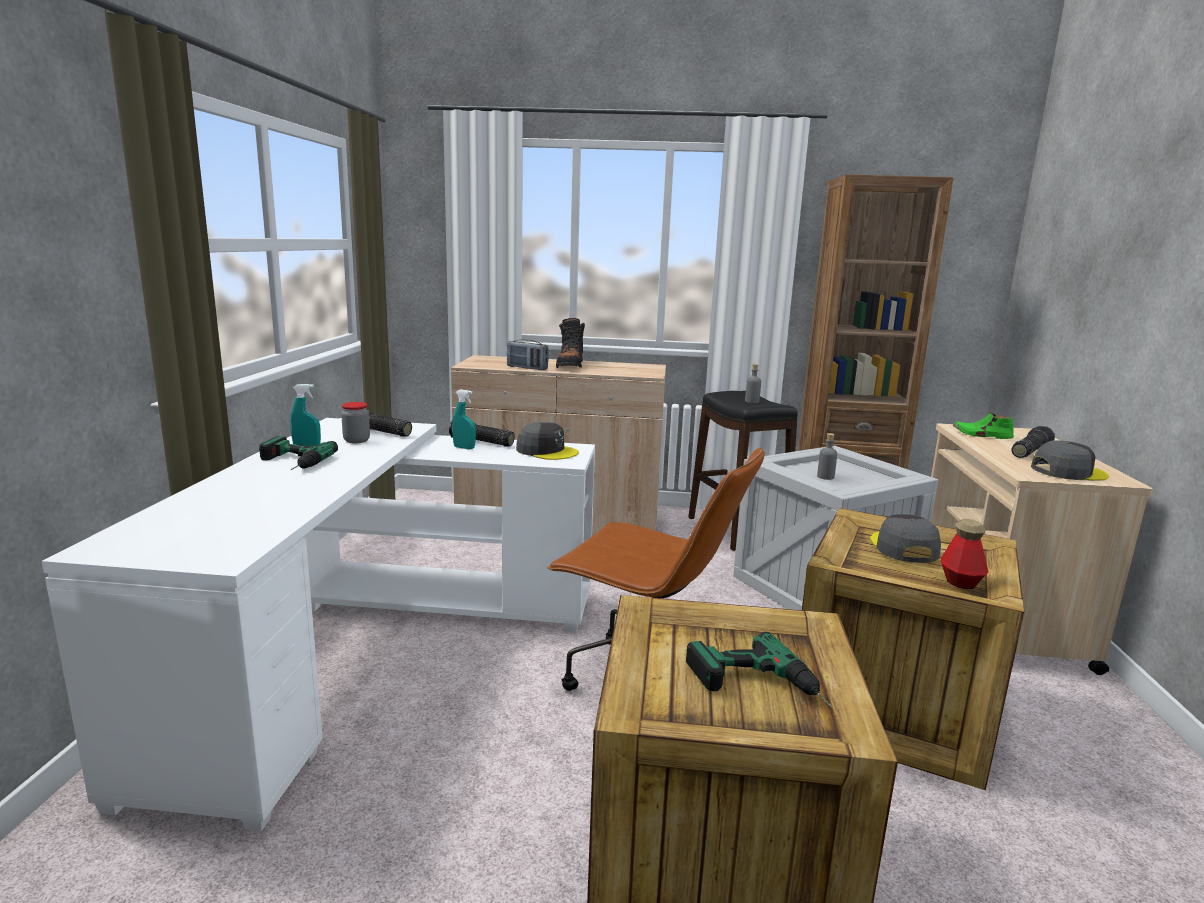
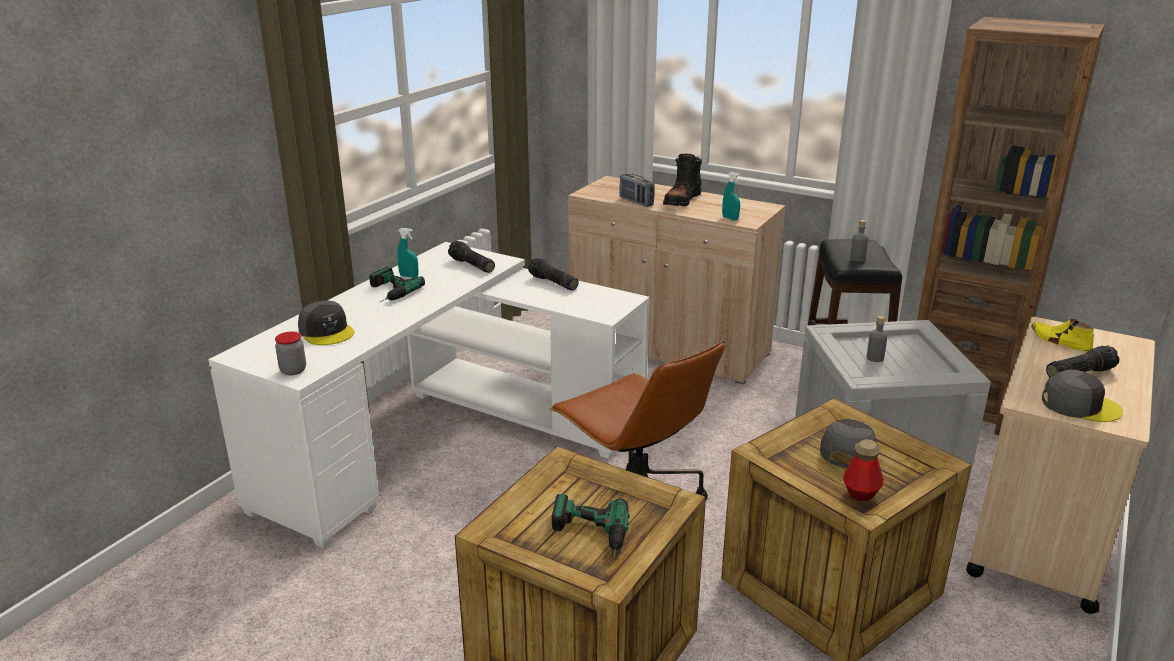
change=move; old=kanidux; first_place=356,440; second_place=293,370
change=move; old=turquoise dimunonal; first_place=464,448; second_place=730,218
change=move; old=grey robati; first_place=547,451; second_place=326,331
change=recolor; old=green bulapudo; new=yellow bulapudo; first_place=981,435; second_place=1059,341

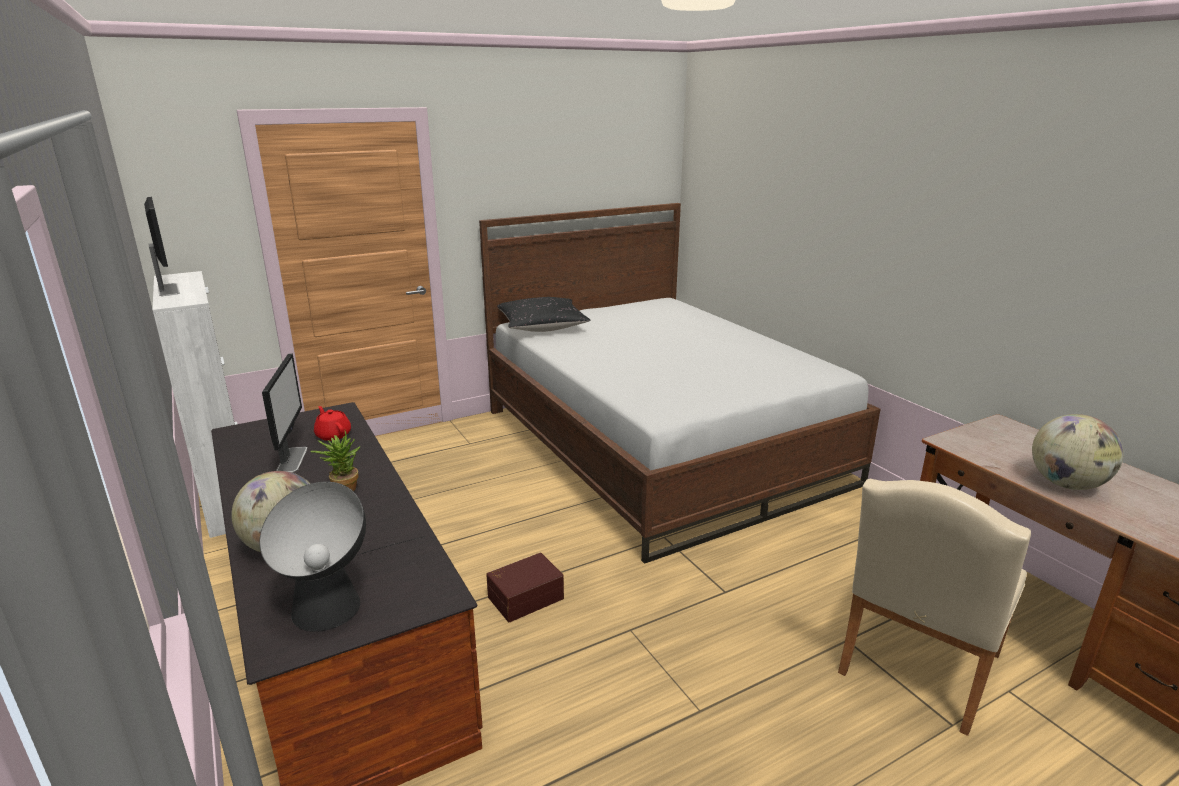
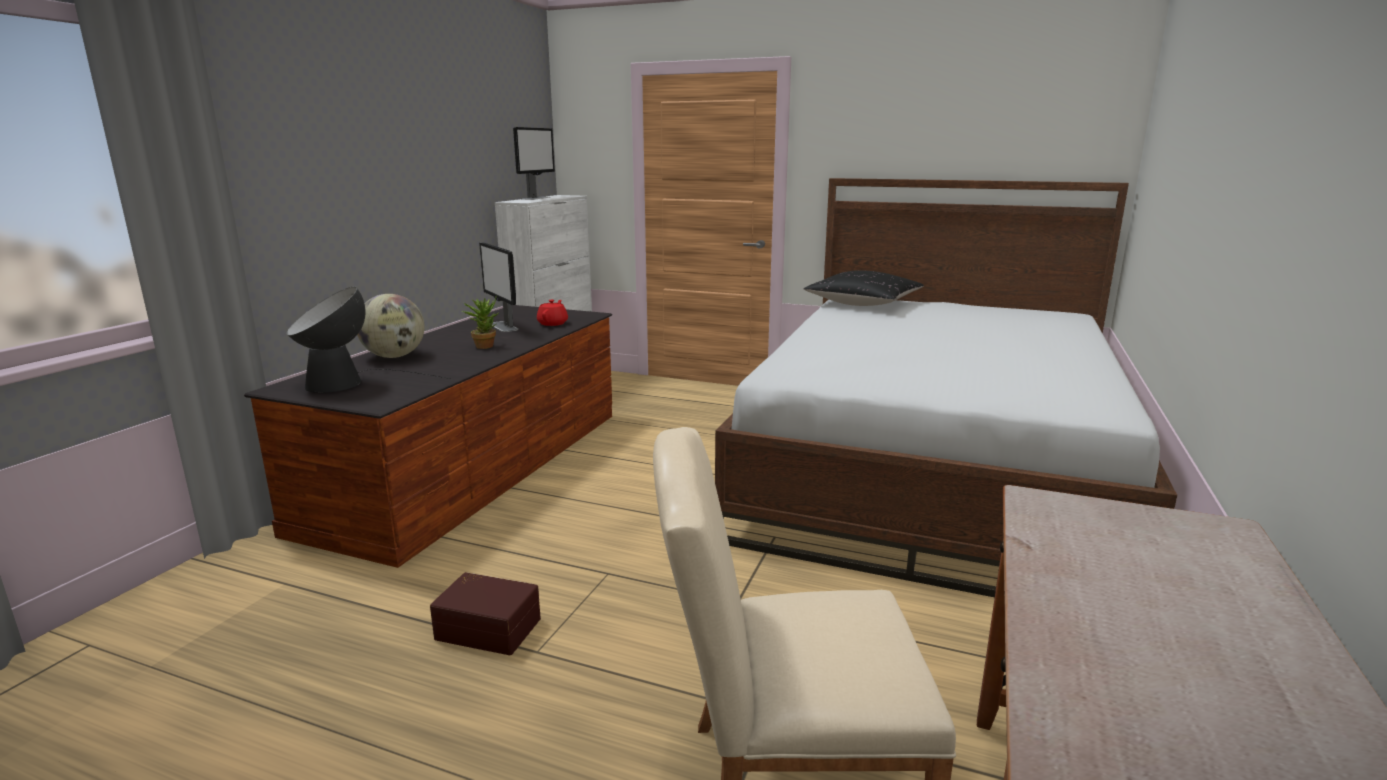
change=delete; old=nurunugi; first_place=1066,484
change=move; old=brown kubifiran; first_place=524,597; second_place=489,627
change=rotate; old=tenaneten; first_place=292,459; second_place=503,326; degrees=105

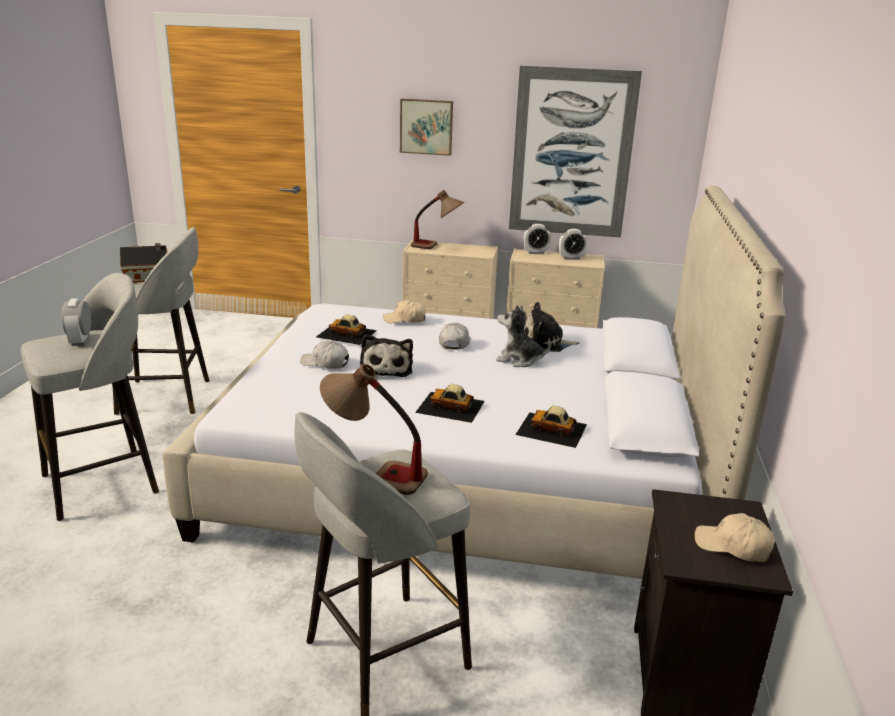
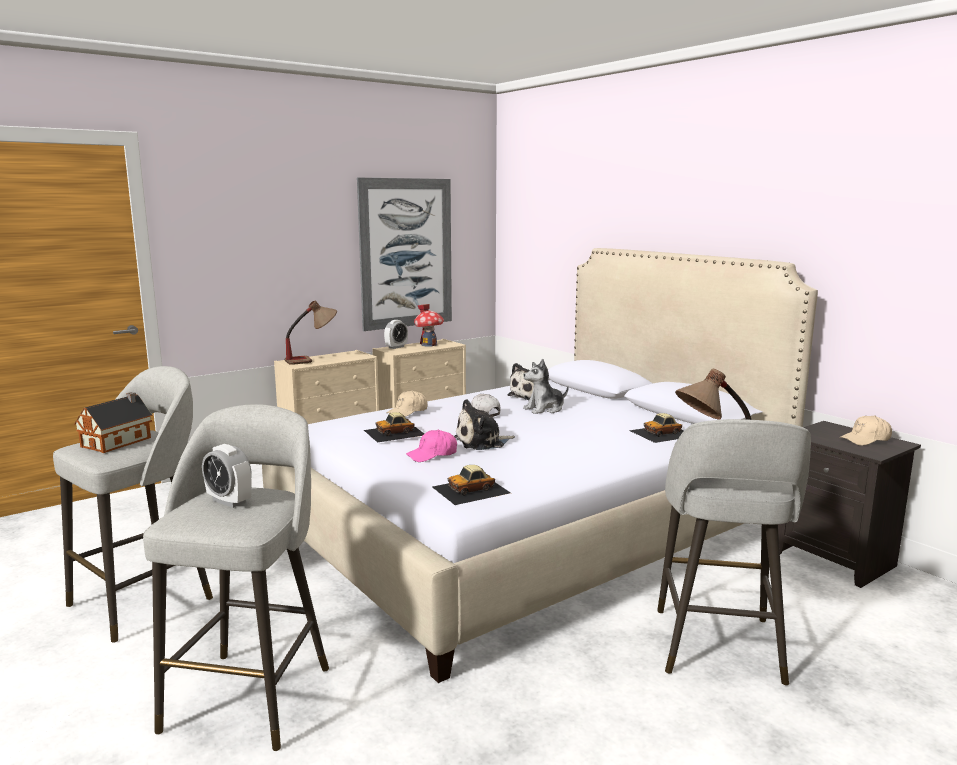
change=delete; old=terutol; first_place=426,126
change=move; old=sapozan; first_place=450,406; second_place=471,490
change=replace; old=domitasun; new=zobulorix; first_place=571,258; second_place=429,344
change=recolor; old=white robati; new=pink robati; first_place=325,363; second_place=432,455
change=rotate; old=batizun; first_place=386,368; second_place=482,442; degrees=120

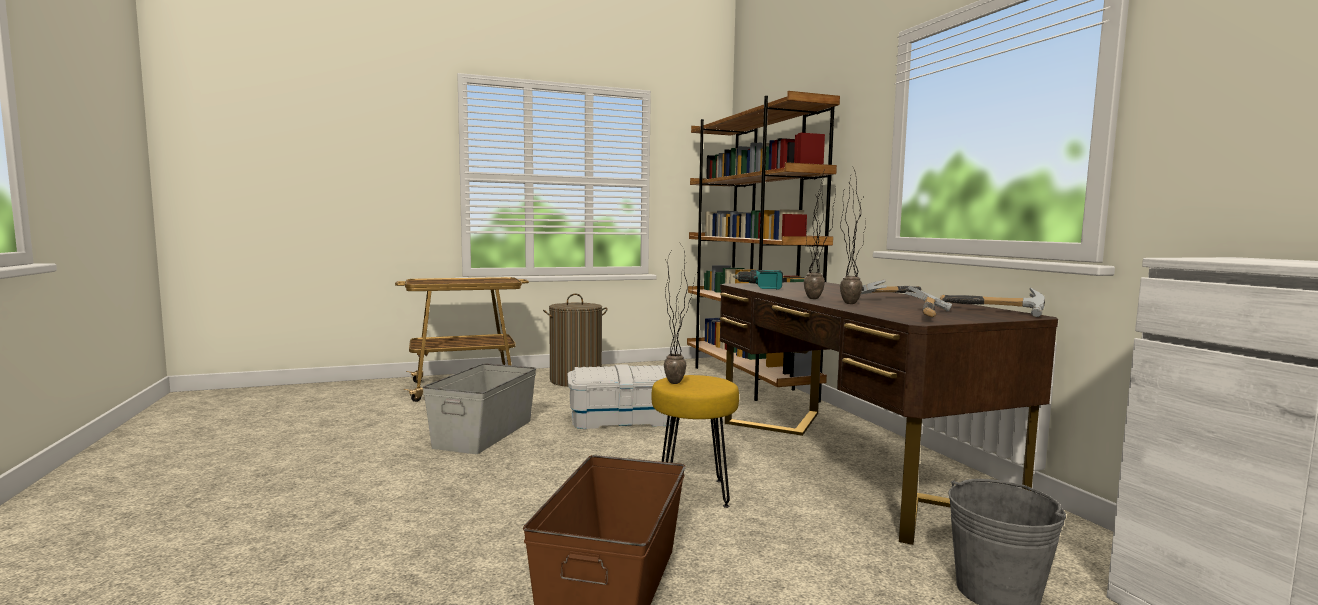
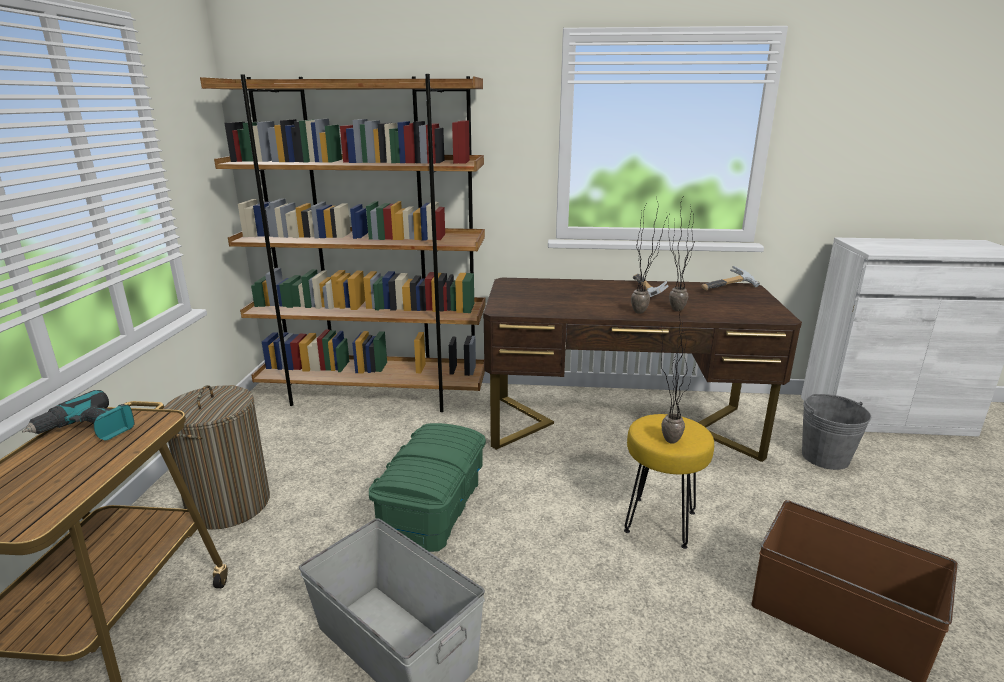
change=delete; old=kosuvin; first_place=932,315
change=move; old=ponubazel; first_place=761,287; second_place=87,430
change=recolor; old=white kubifiran; new=green kubifiran; first_place=622,419; second_place=432,508

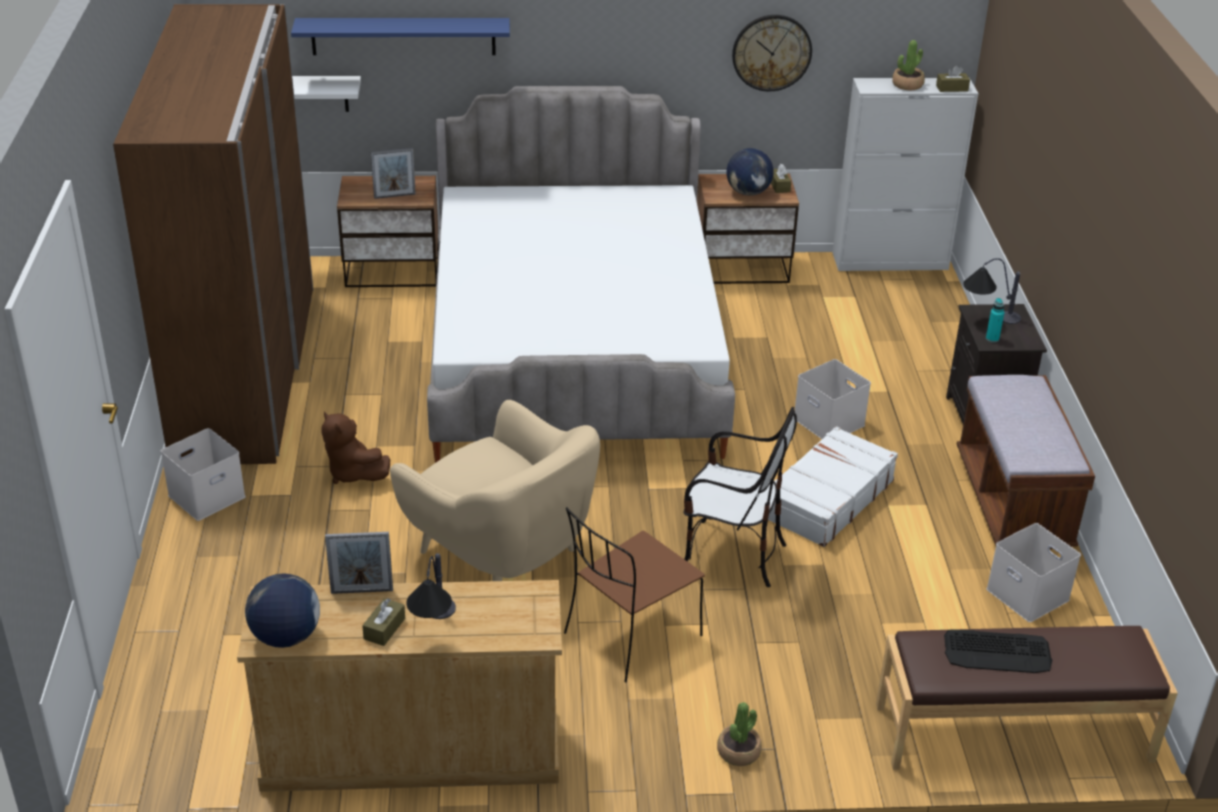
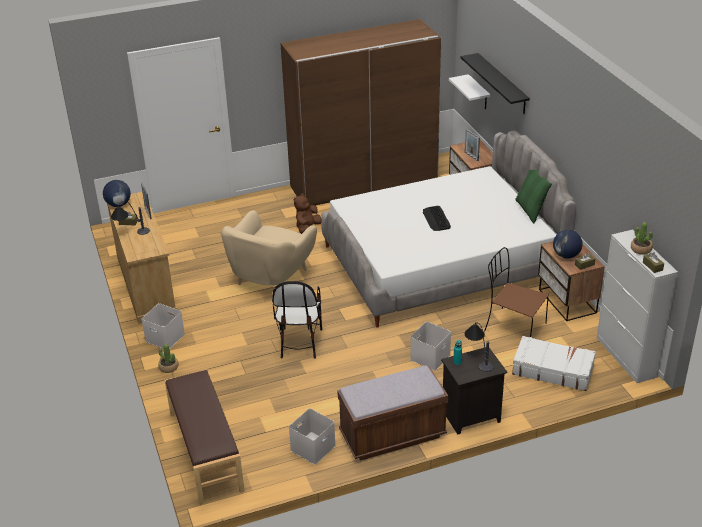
change=delete; old=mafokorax; first_place=771,52
change=insert; new=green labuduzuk; second_place=530,210
change=move; old=white kubifiran; first_place=207,495; second_place=166,337
change=move; old=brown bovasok; first_place=630,636; second_place=513,327
change=move; old=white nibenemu; first_place=826,499; second_place=552,370
change=move; old=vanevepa; first_place=997,652; second_place=436,219
change=recolor; old=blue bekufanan; new=black bekufanan; first_place=403,36; second_place=502,84

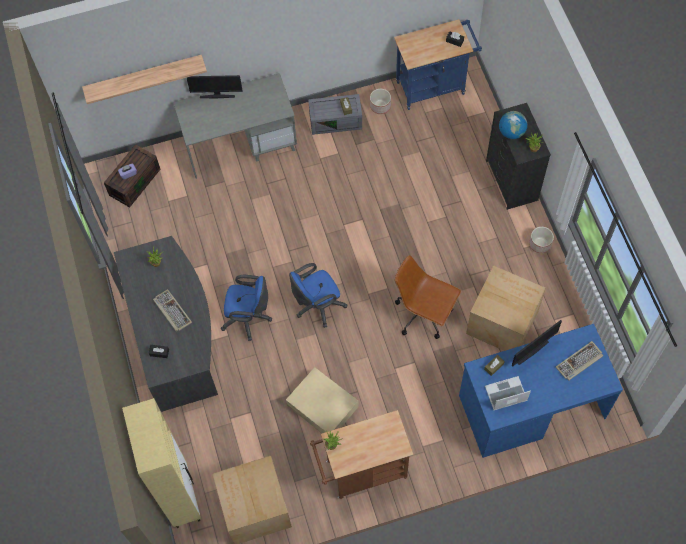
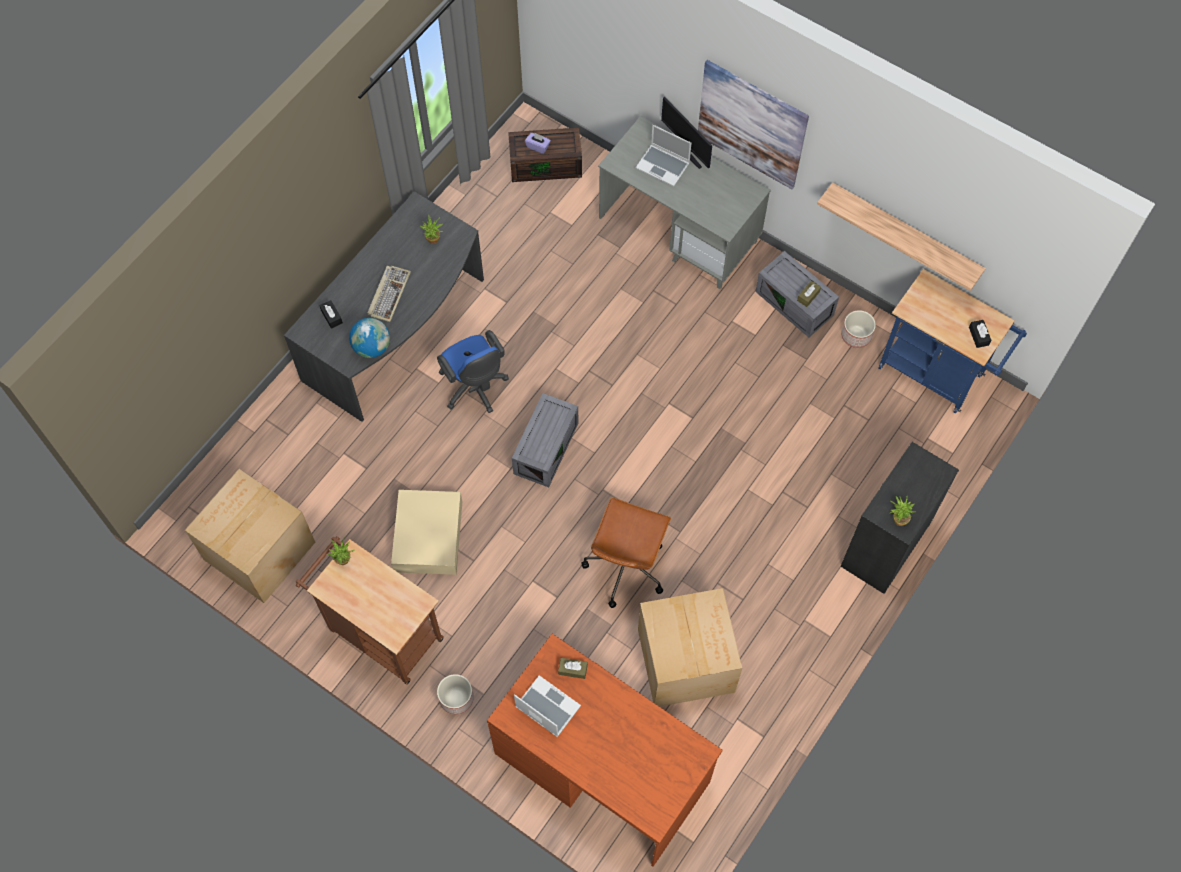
change=delete; old=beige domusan; first_place=181,496
change=delete; old=tenaneten; first_place=532,351
change=delete; old=vanevepa; first_place=579,362
change=insert; new=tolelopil; second_place=663,166
change=insert; new=terutol; second_place=752,124
change=move; old=bekufanan; first_place=144,76; second_place=905,233
change=move; old=nurunugi; first_place=511,132; second_place=372,347
change=move; old=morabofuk; first_place=540,244; second_place=456,699
change=replace; old=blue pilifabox; new=grey kubifiran; first_place=317,306; second_place=545,447
change=recolor; old=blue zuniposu; new=brown zuniposu; first_place=531,406; second_place=602,766
change=rotate; old=brown pilifabox; first_place=424,314; second_place=625,566; degrees=-150

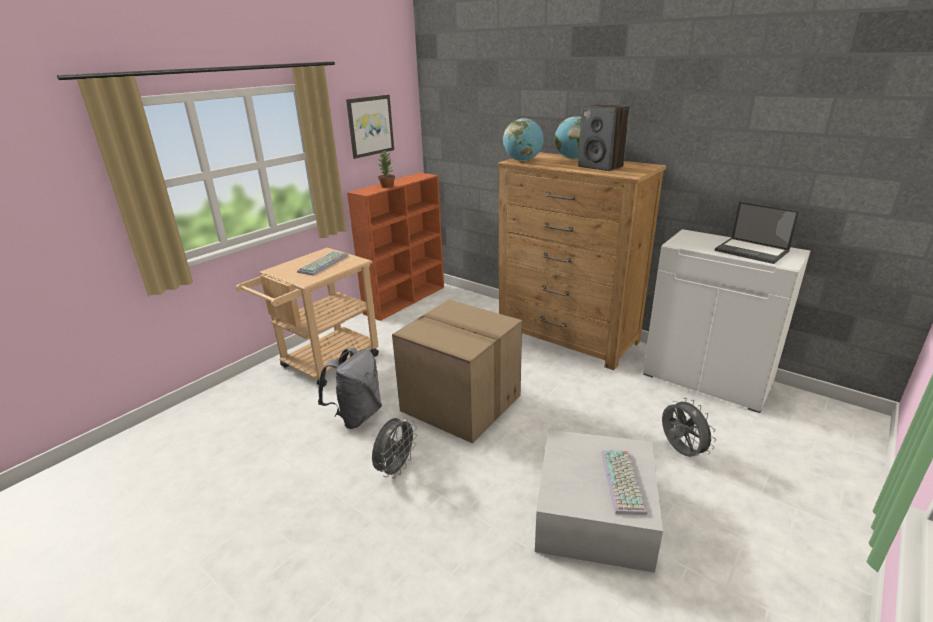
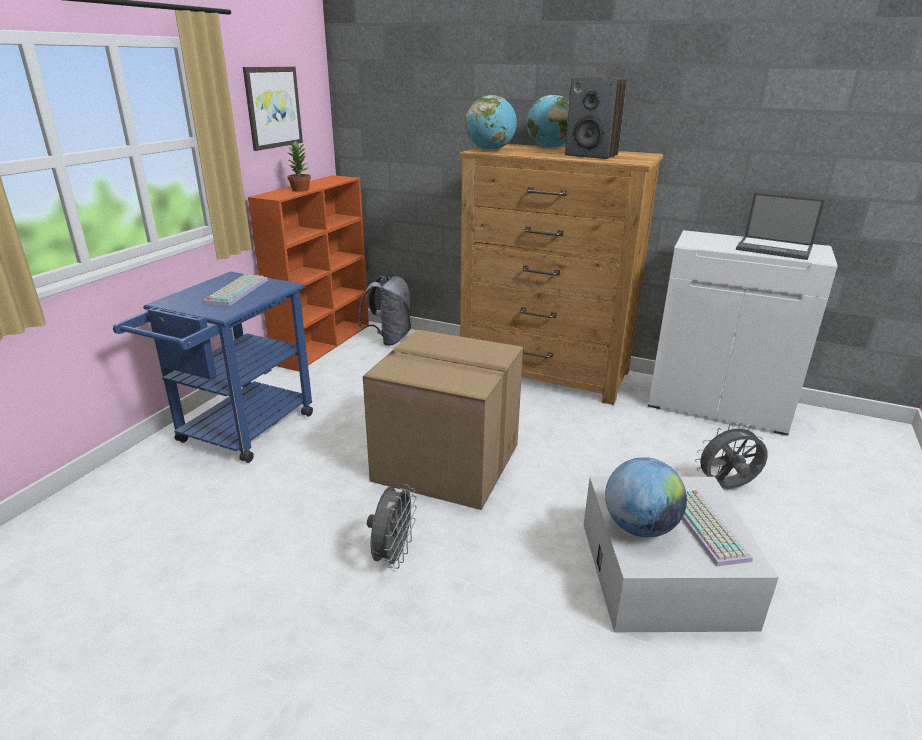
change=insert; new=nurunugi; second_place=639,527
change=move; old=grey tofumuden; first_place=356,416; second_place=389,339
change=recolor; old=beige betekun; new=blue betekun; first_place=324,364; second_place=239,433
change=rotate; old=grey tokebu; first_place=680,451; second_place=726,487; degrees=-60

